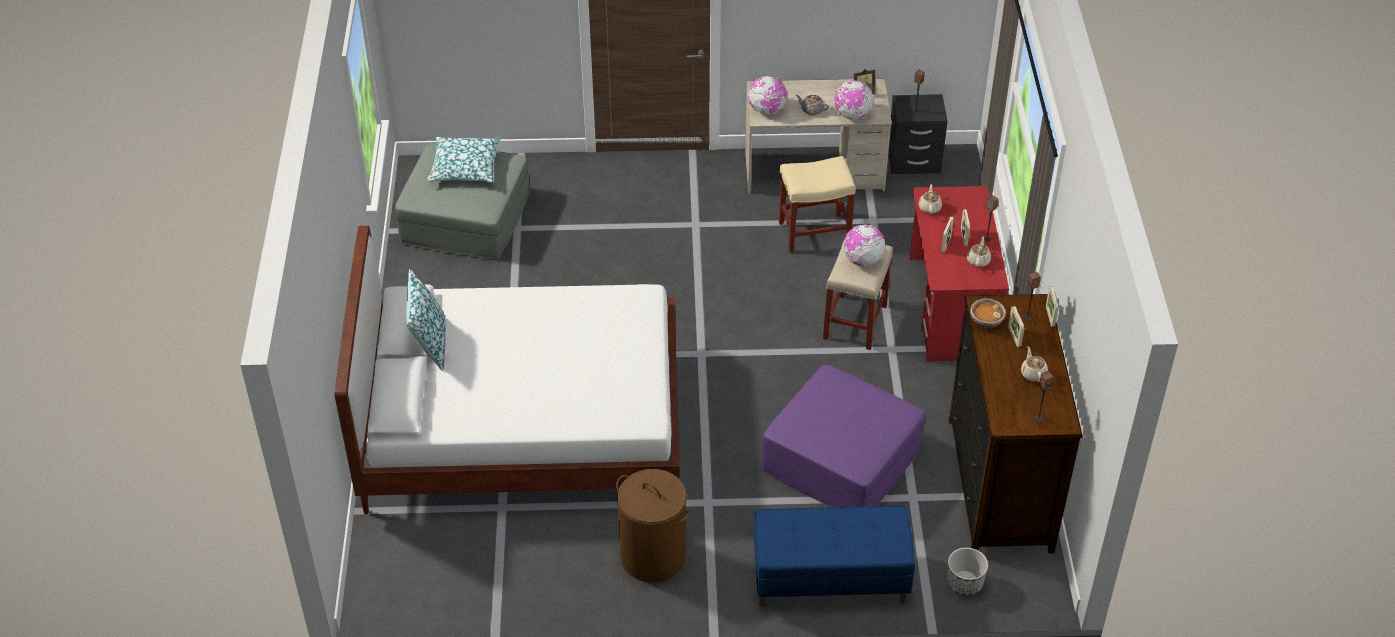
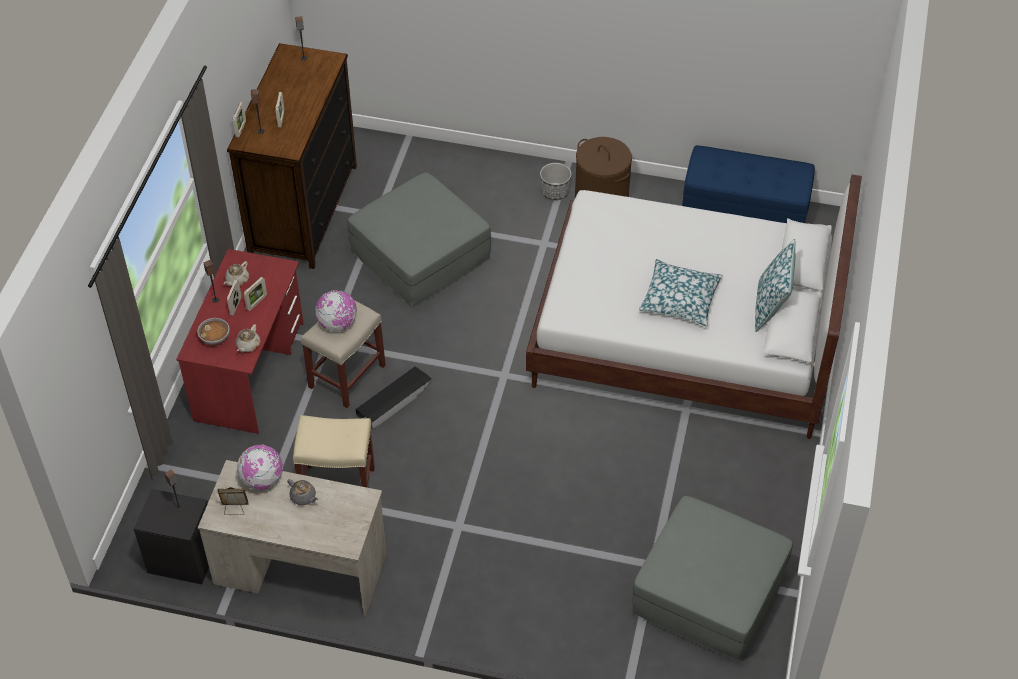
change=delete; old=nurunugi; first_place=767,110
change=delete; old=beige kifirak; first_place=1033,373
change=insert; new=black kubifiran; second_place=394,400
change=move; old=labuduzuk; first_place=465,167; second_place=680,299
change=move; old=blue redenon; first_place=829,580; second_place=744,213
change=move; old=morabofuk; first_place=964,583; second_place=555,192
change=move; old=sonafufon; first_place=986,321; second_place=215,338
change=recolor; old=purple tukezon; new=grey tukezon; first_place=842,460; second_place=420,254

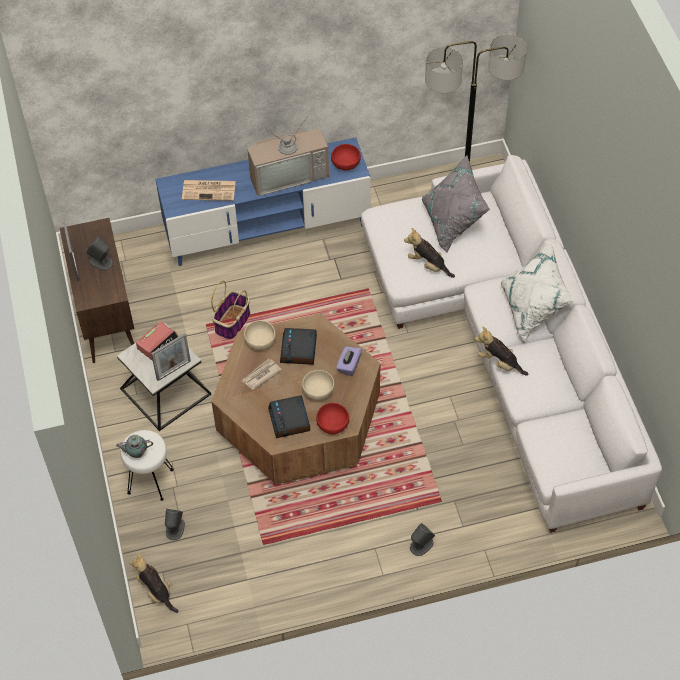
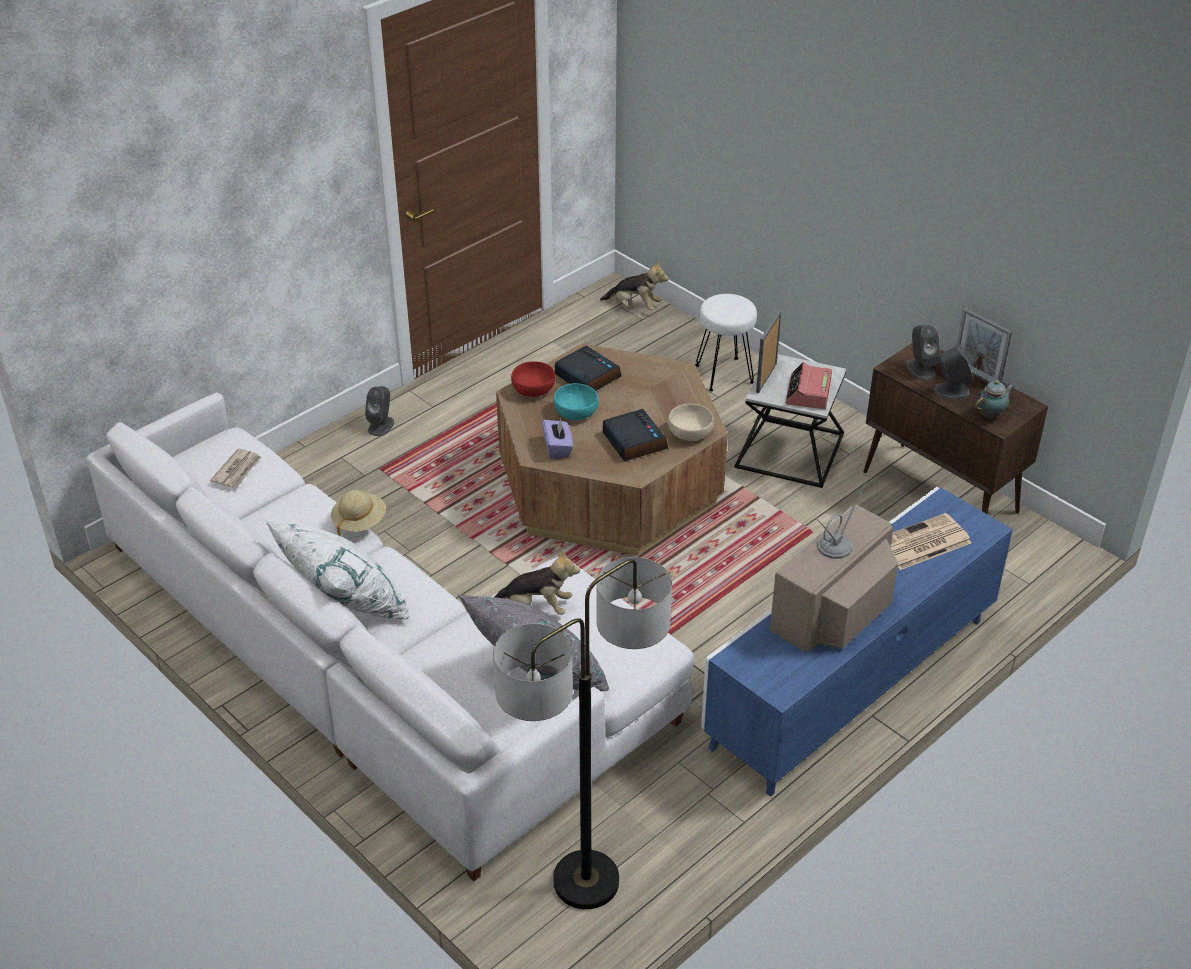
change=delete; old=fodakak; first_place=232,322
change=delete; old=red sonafufon; first_place=346,163
change=move; old=kifirak; first_place=136,453; second_place=991,415
change=move; old=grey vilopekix; first_place=175,529; second_place=920,369
change=move; old=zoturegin; first_place=261,375; second_place=237,470
change=replace; old=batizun; new=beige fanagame; first_place=499,362; second_place=359,522
change=recolor; old=beige sonafufon; new=turquoise sonafufon; first_place=318,390; second_place=575,412

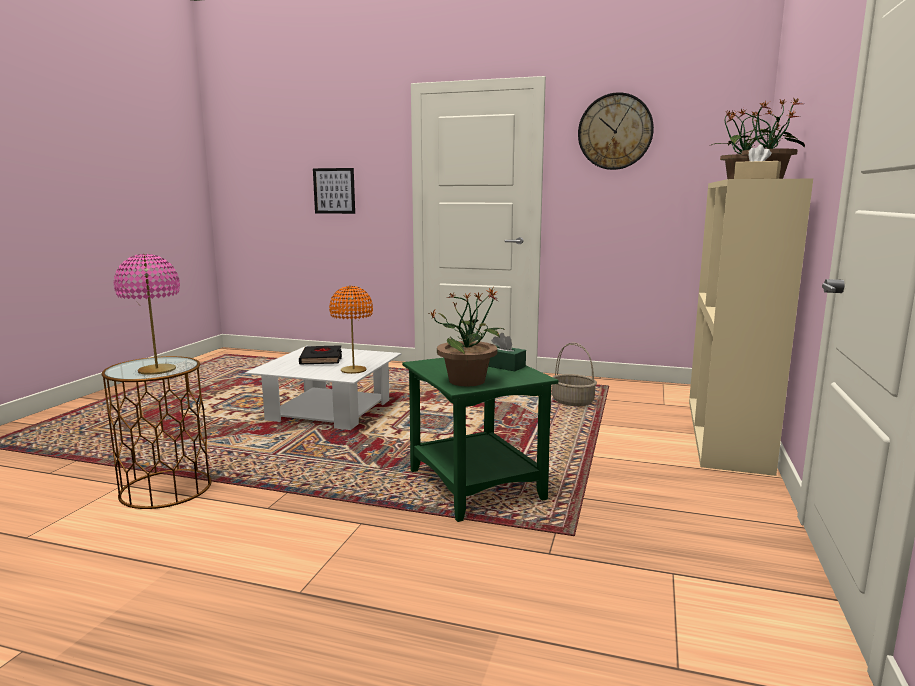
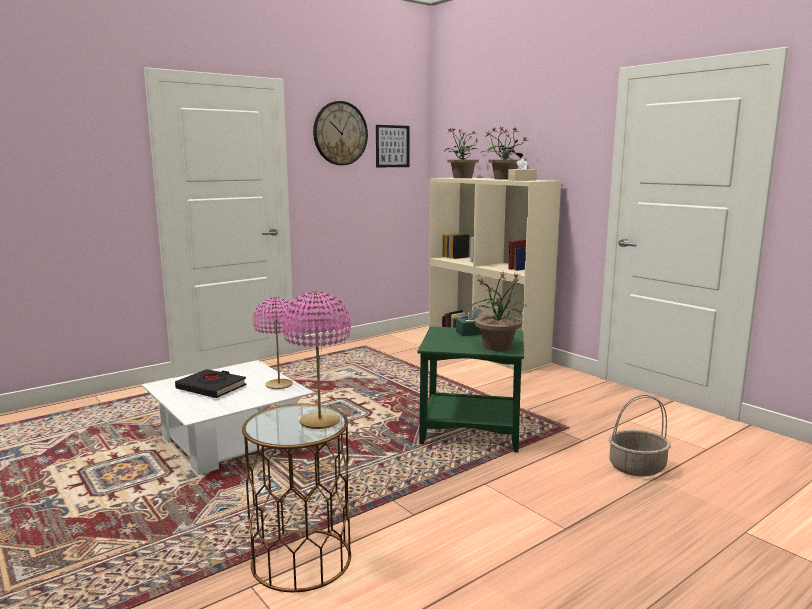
change=move; old=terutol; first_place=334,191; second_place=392,146
change=move; old=fodakak; first_place=573,402; second_place=637,467
change=recolor; old=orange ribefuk; new=pink ribefuk; first_place=353,370; second_place=279,385

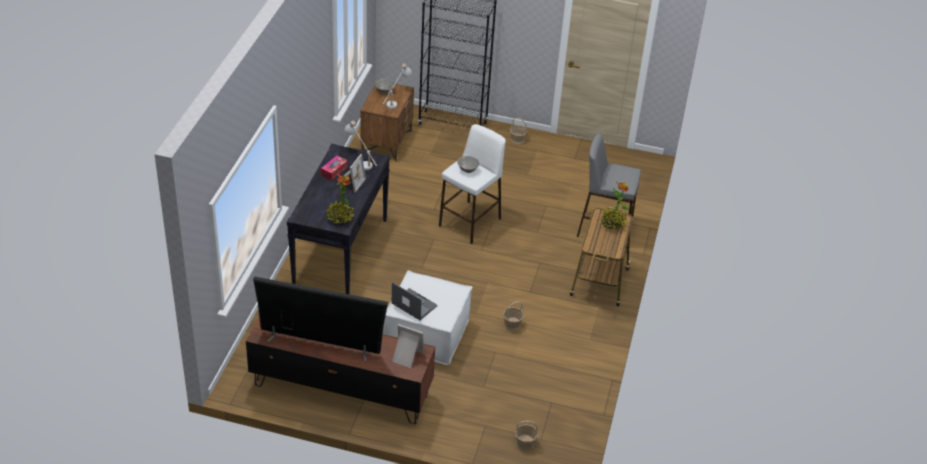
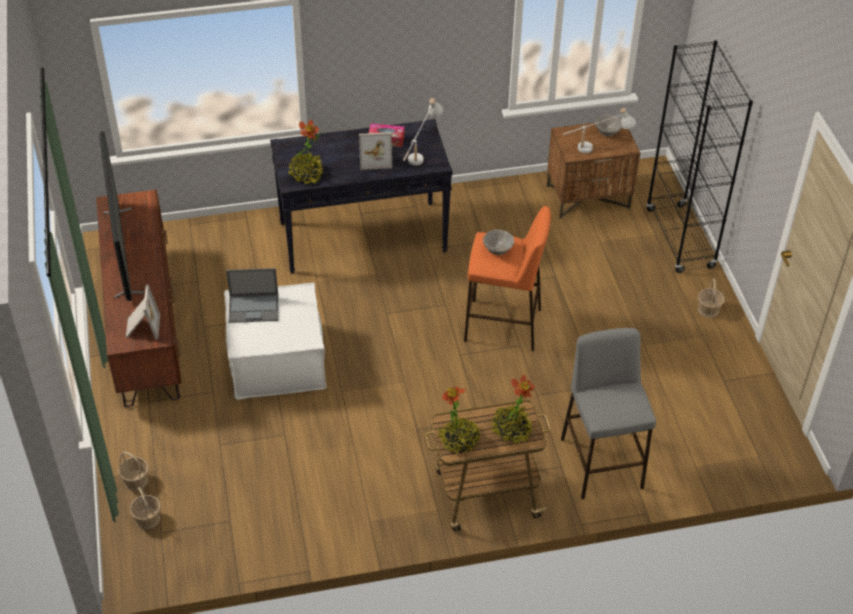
change=insert; new=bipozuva; second_place=459,440
change=move; old=fodakak; first_place=512,324; second_place=136,480
change=recolor; old=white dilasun; new=orange dilasun; first_place=470,222; second_place=503,325
change=rotate; old=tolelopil; first_place=413,304; second_place=254,308; degrees=75

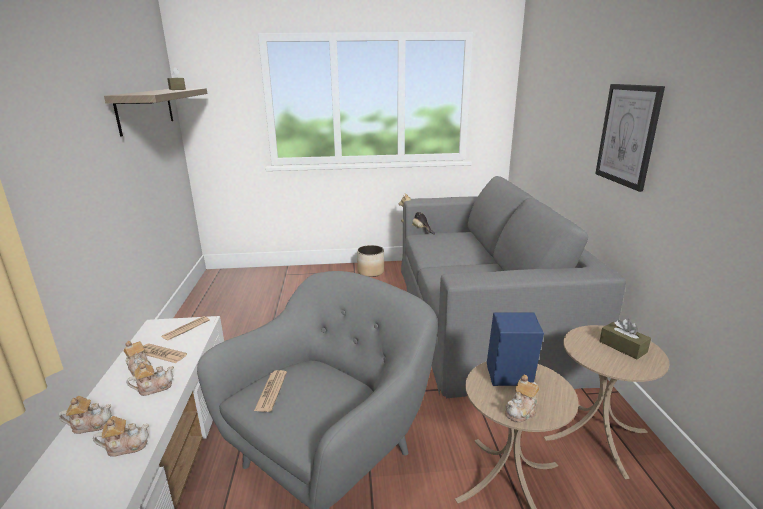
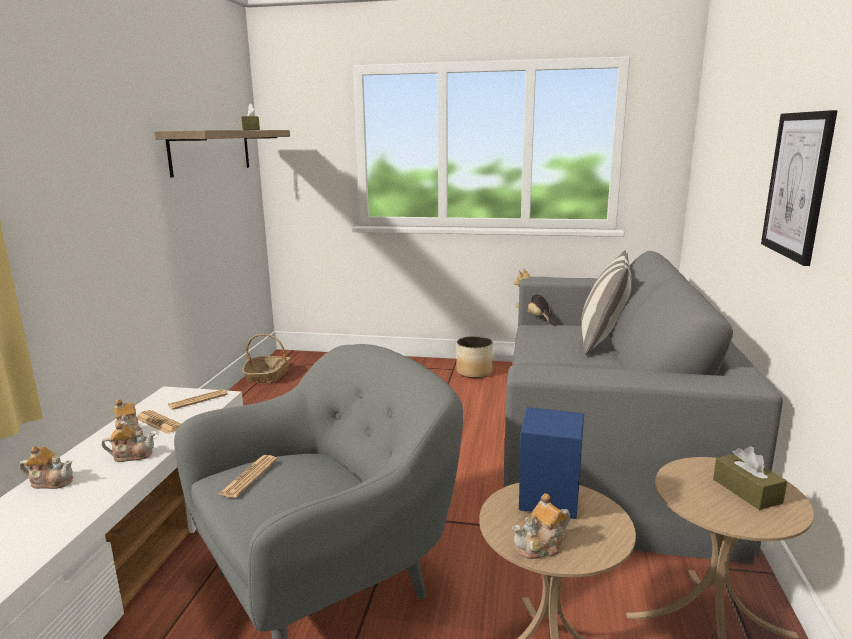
change=delete; old=kifirak; first_place=126,446
change=insert; new=fodakak; second_place=268,375
change=insert; new=labuduzuk; second_place=603,341

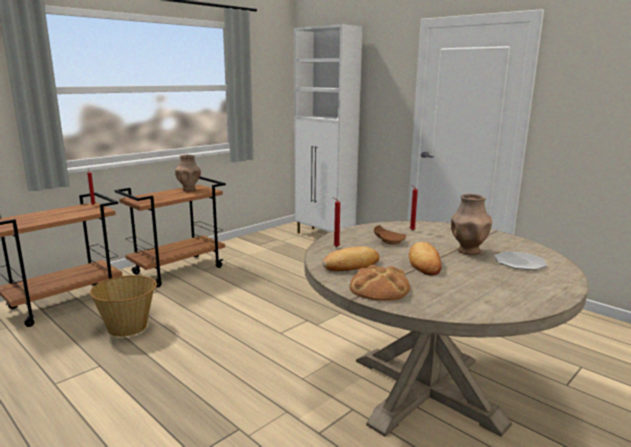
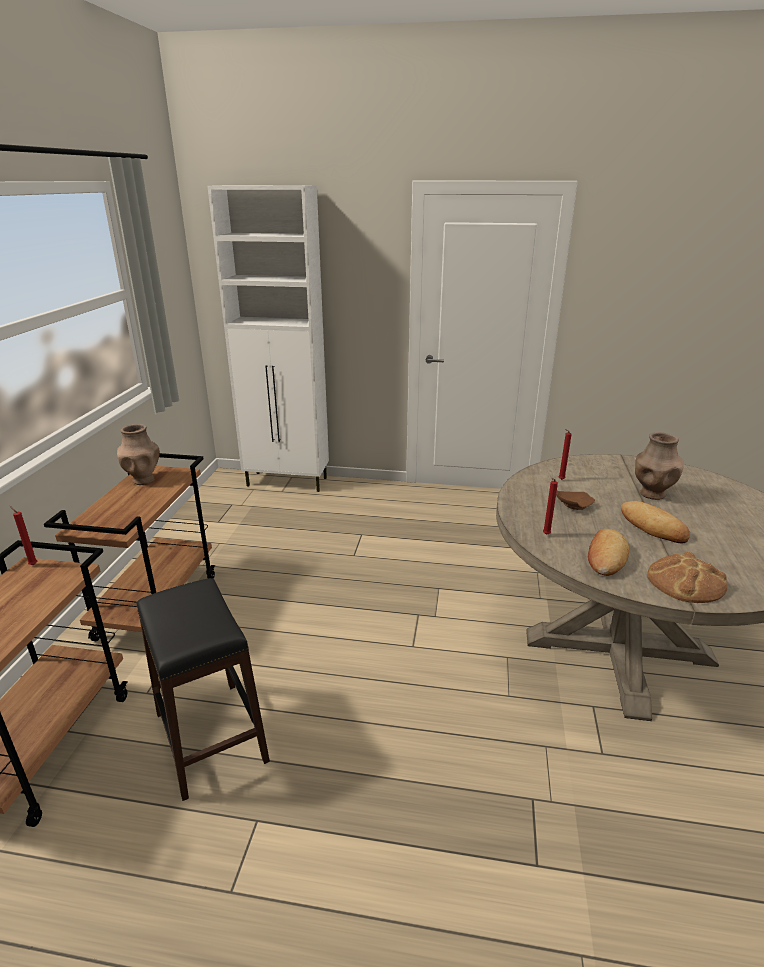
change=delete; old=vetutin; first_place=520,262
change=replace; old=fodakak; new=black dilasun; first_place=128,327; second_place=211,736

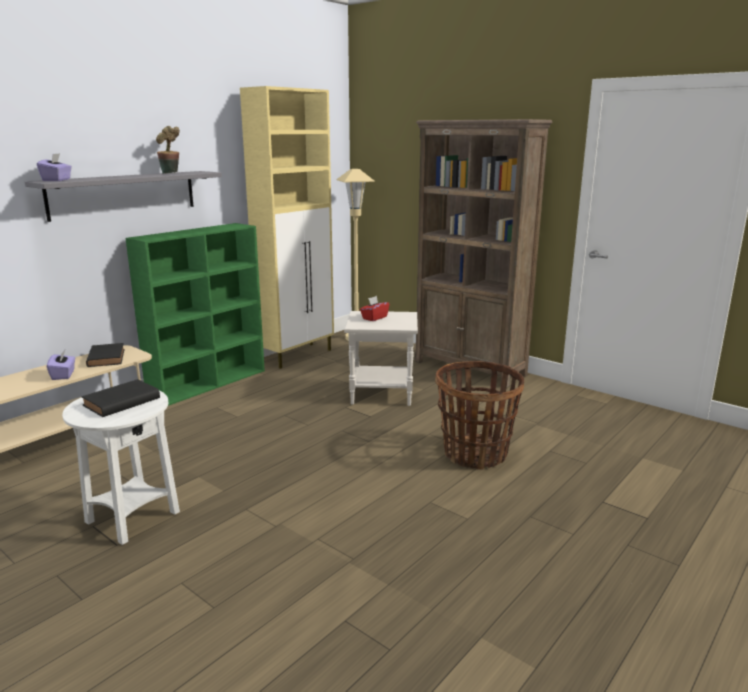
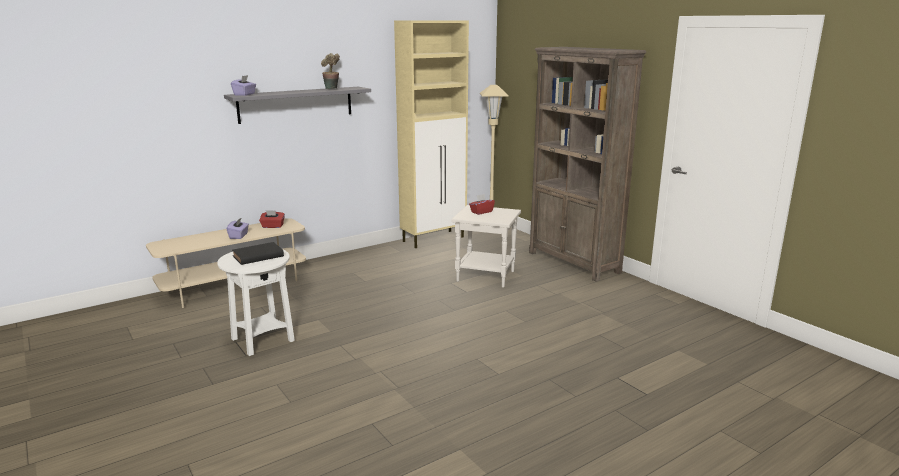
change=delete; old=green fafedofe; first_place=209,383
change=delete; old=fodakak; first_place=475,453
change=replace; old=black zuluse; new=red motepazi; first_place=106,357; second_place=272,226

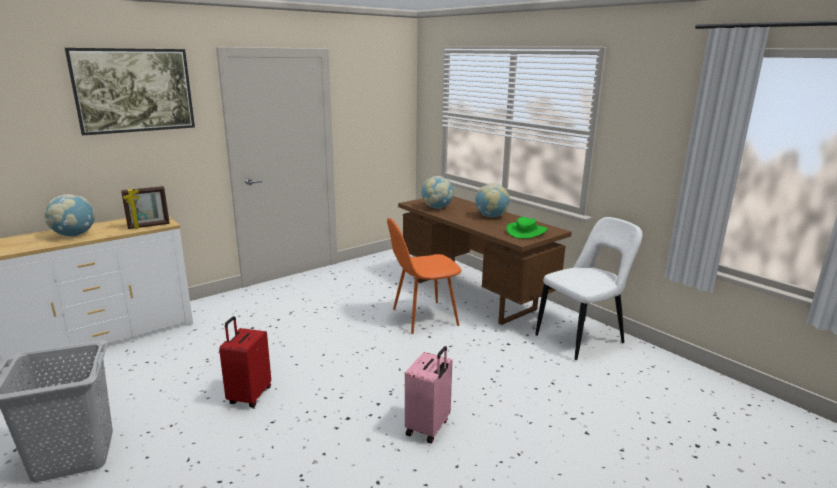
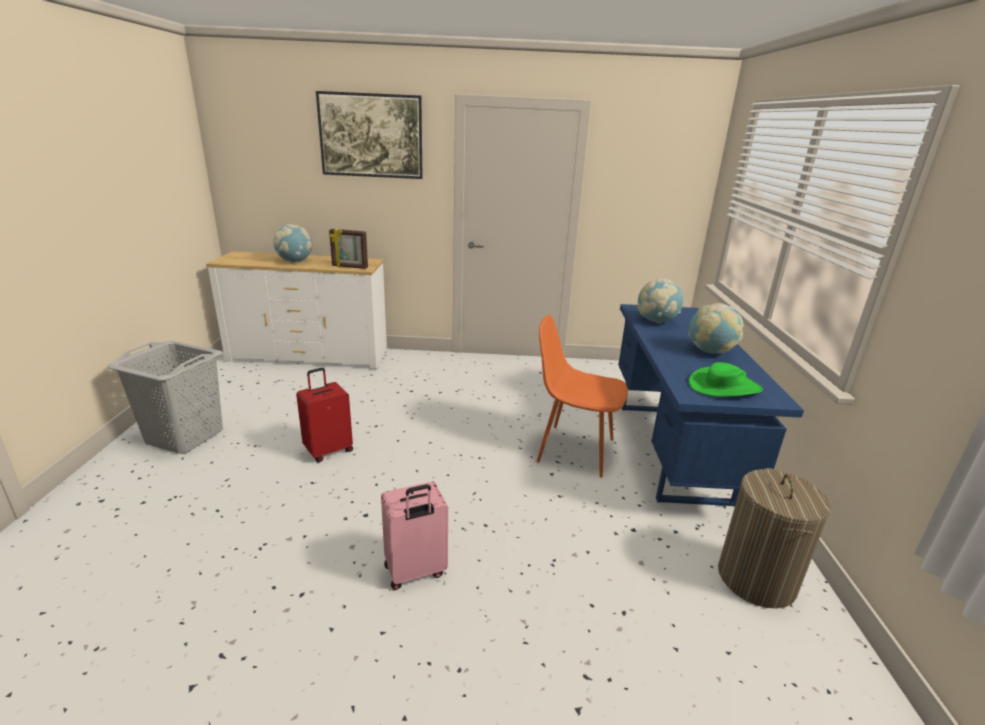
change=replace; old=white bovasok; new=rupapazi; first_place=583,338; second_place=756,579
change=recolor; old=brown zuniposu; new=blue zuniposu; first_place=475,295; second_place=671,450

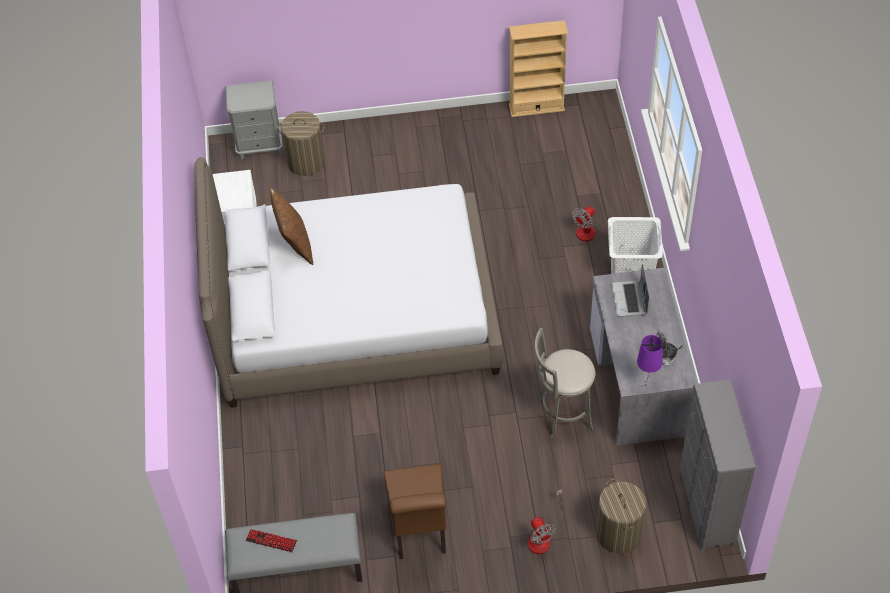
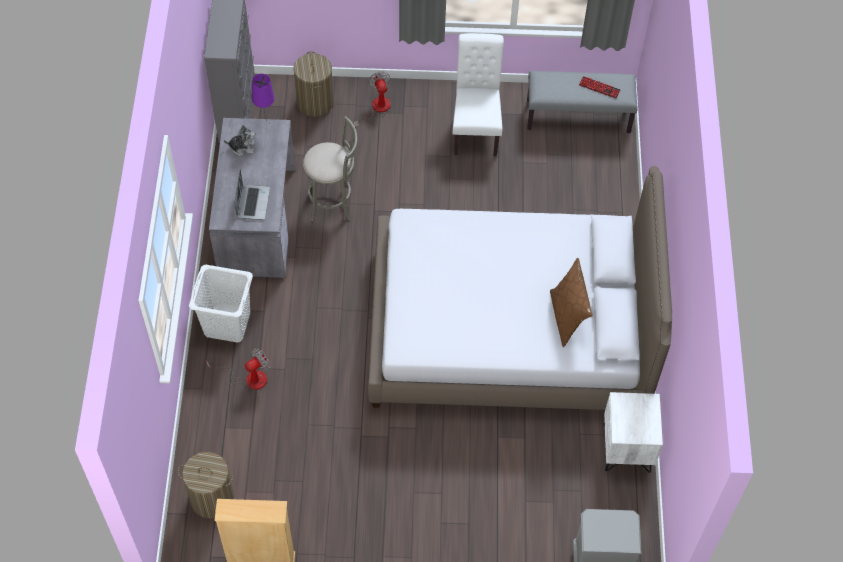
change=move; old=rupapazi; first_place=306,162; second_place=212,498
change=recolor; old=brown bovasok; new=white bovasok; first_place=419,530; second_place=475,129

